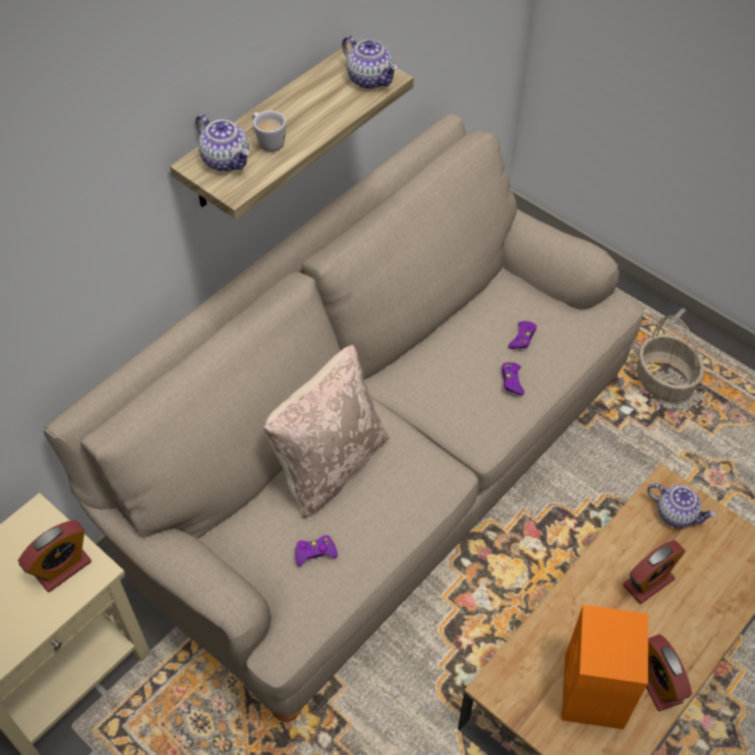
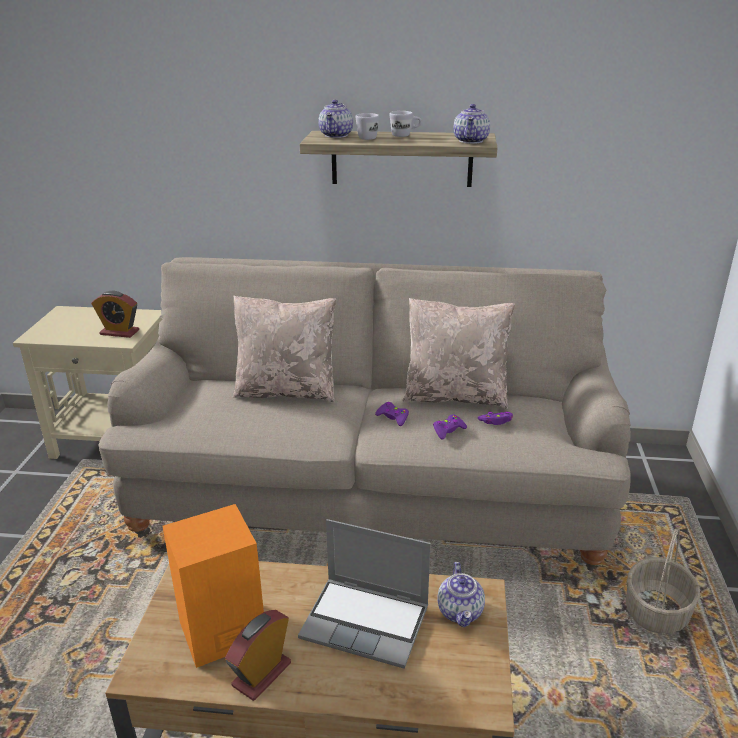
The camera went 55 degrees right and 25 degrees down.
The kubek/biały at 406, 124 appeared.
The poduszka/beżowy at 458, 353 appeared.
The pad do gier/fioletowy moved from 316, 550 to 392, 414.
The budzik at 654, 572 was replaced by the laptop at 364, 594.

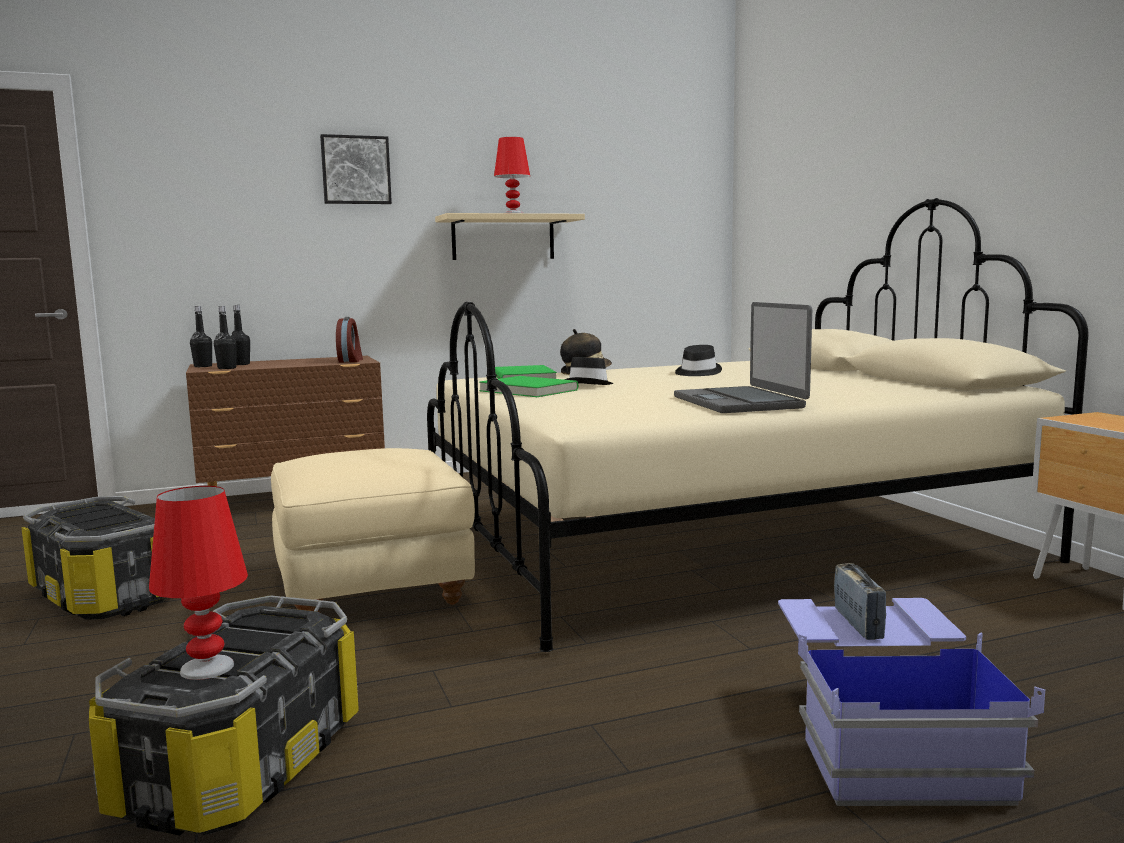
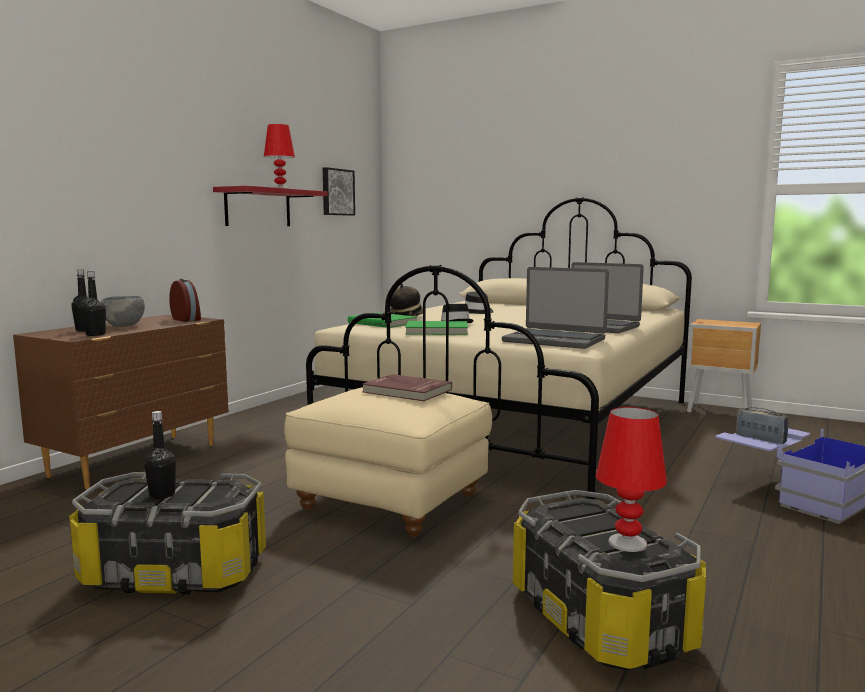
The camera went 40 degrees left and 0 degrees up.
The miska/szary at 123, 311 appeared.
The książka/czerwony at 407, 387 appeared.
The laptop at 555, 308 appeared.
The butelka/czarny moved from 201, 336 to 160, 455.
The obraz moved from 356, 169 to 339, 191.
The półka/beżowy at 510, 236 became the półka/czerwony at 270, 206.

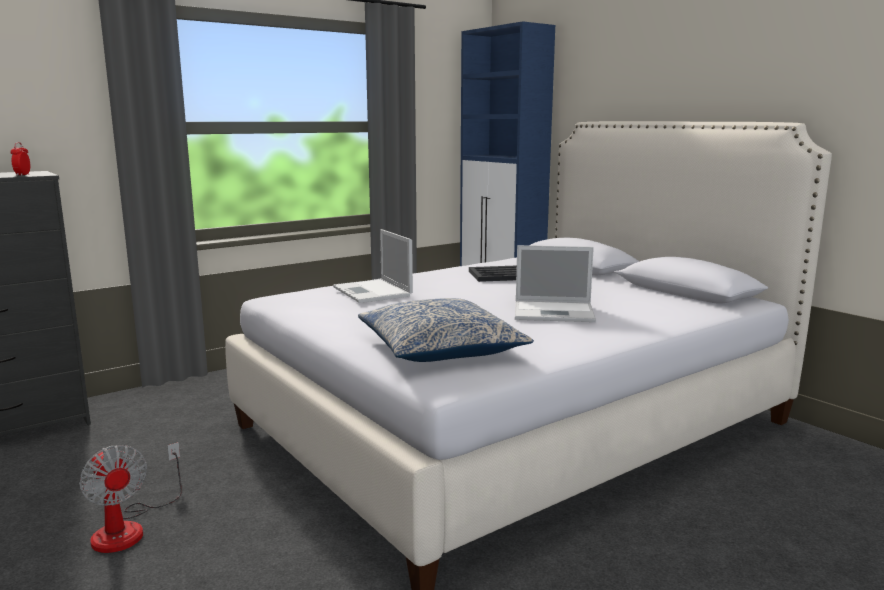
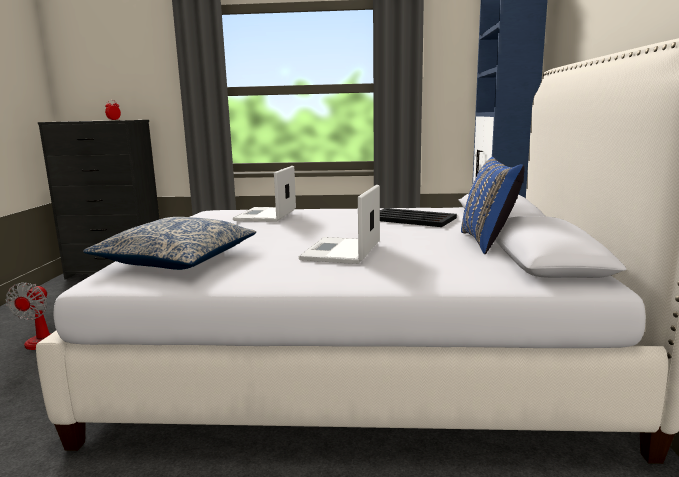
The camera went 40 degrees right and 0 degrees up.
The poduszka/niebieski at 493, 205 appeared.
The laptop at 555, 283 turned 60 degrees clockwise.

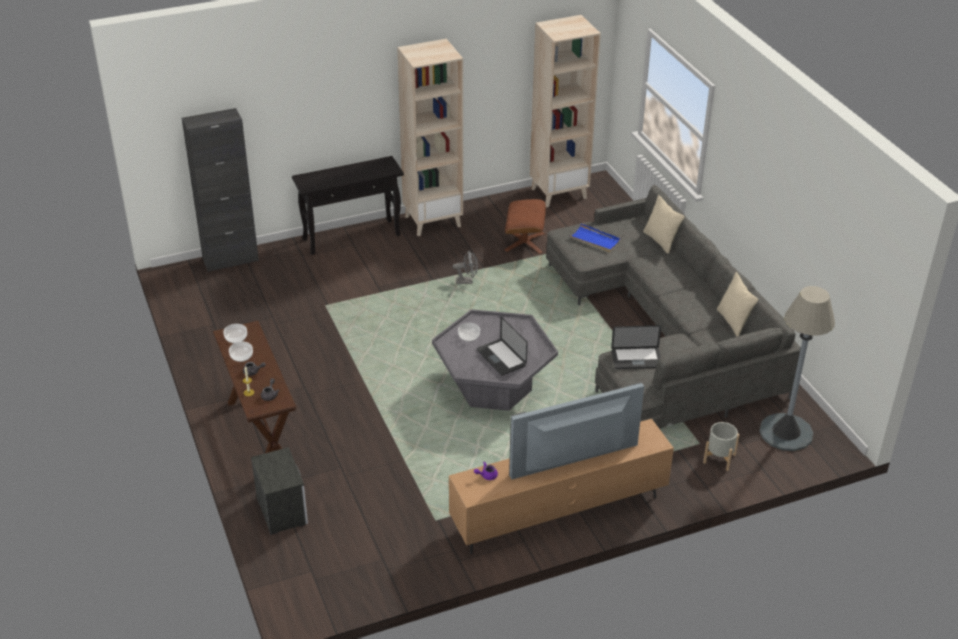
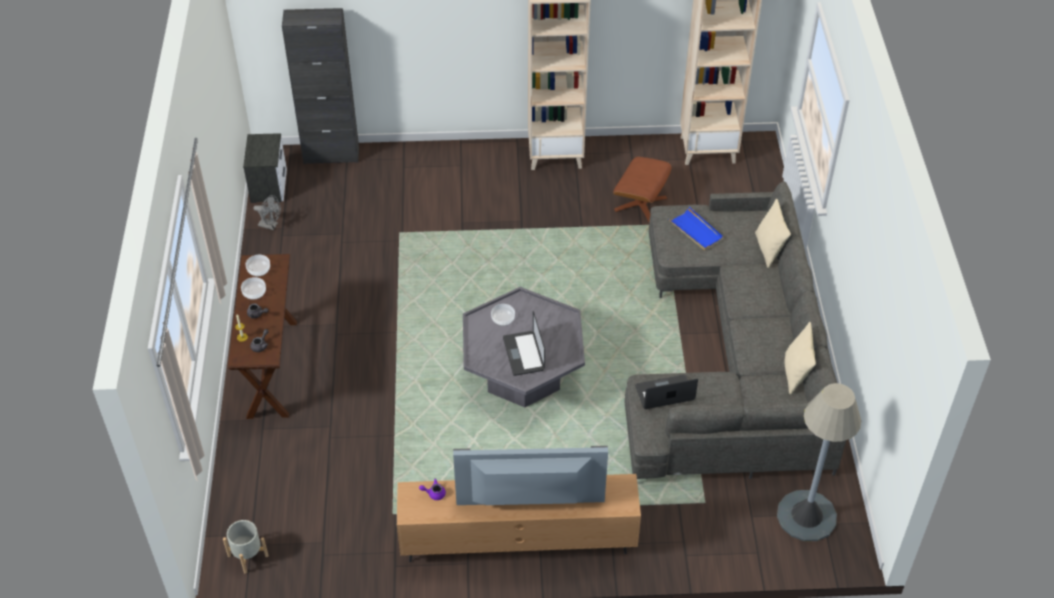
The camera went 20 degrees right and 10 degrees up.
The stolik konsolowy/czarny at 348, 205 disappeared.
The szafka nocna moved from 279, 491 to 265, 168.
The wentylator/szary moved from 465, 267 to 267, 212.
The donica/szary moved from 721, 446 to 245, 547.
The laptop at 636, 347 turned 150 degrees clockwise.

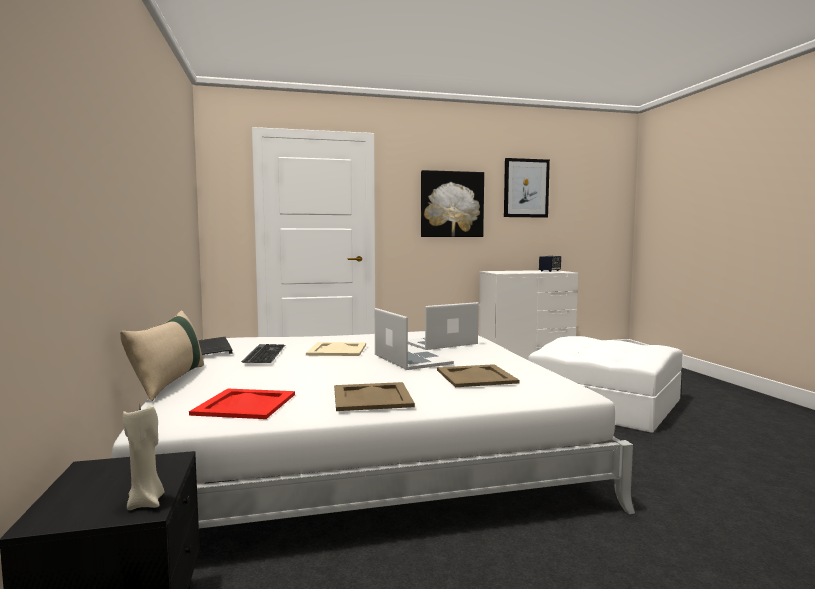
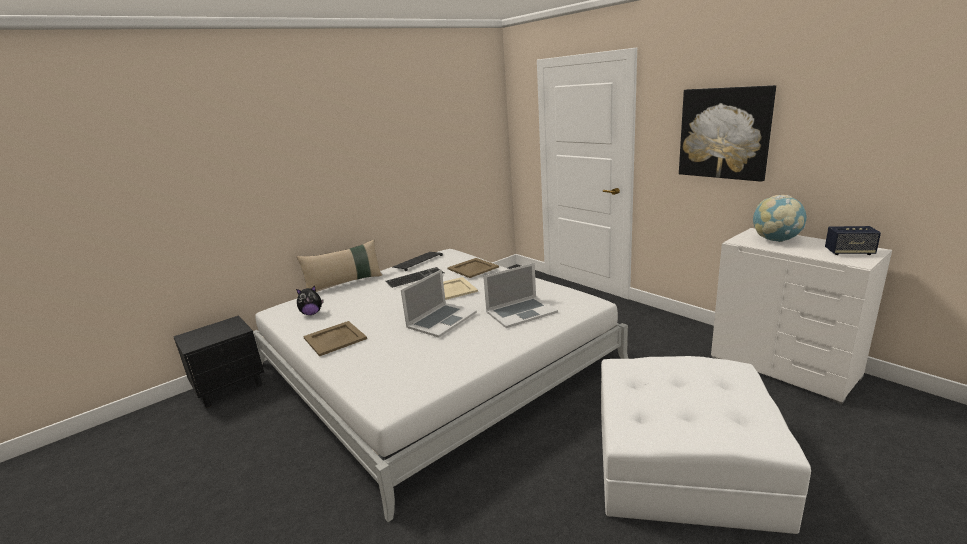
The camera went 65 degrees right and 15 degrees up.
The świeca/beżowy at 143, 457 disappeared.
The obraz at 527, 188 disappeared.
The globus at 780, 218 appeared.
The taca/beżowy moved from 478, 375 to 473, 268.
The taca/czerwony at 242, 404 was replaced by the pluszak at 310, 300.
The laptop at 443, 326 turned 120 degrees clockwise.

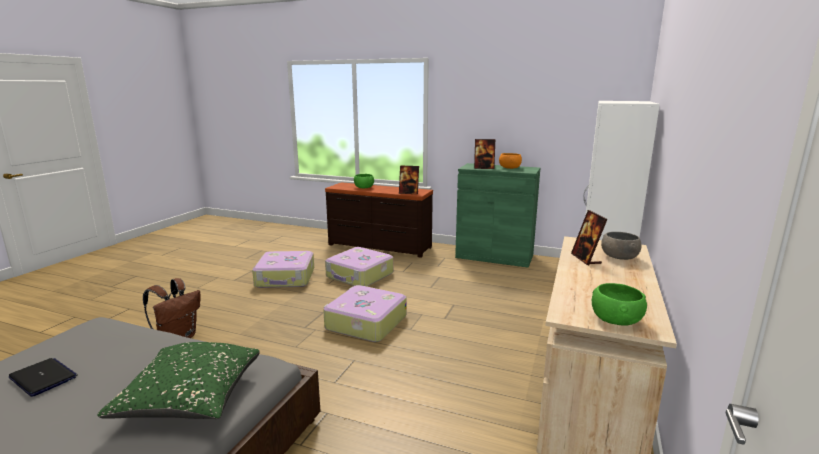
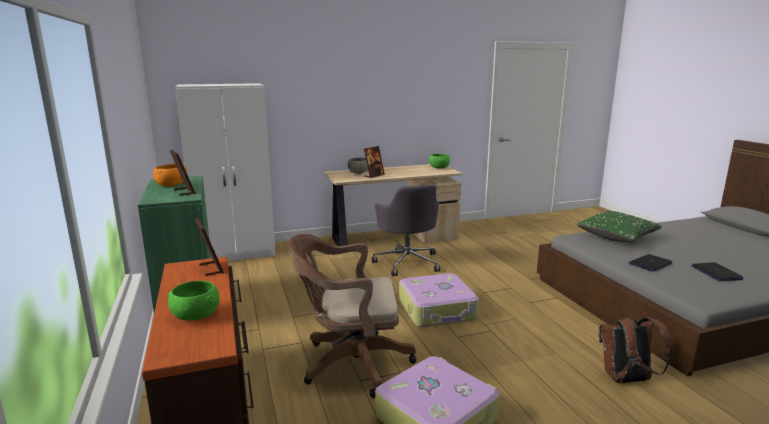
The camera went 130 degrees left and 0 degrees up.
The krzesło biurowe/szary at 405, 231 appeared.
The laptop at 650, 263 appeared.
The walizka at 359, 266 was replaced by the krzesło biurowe/brązowy at 353, 316.

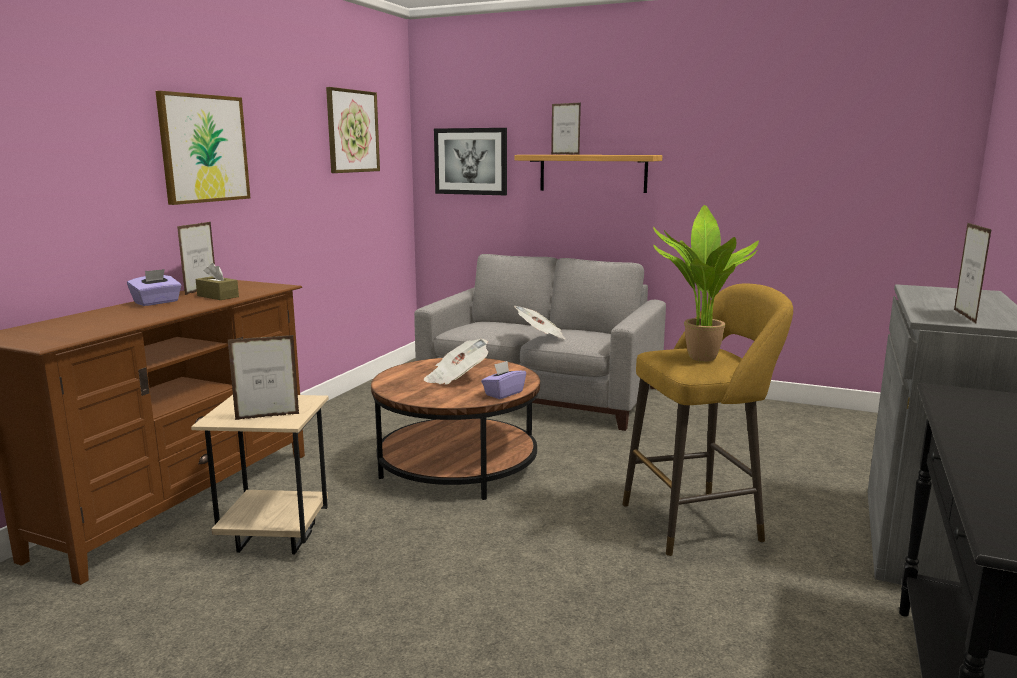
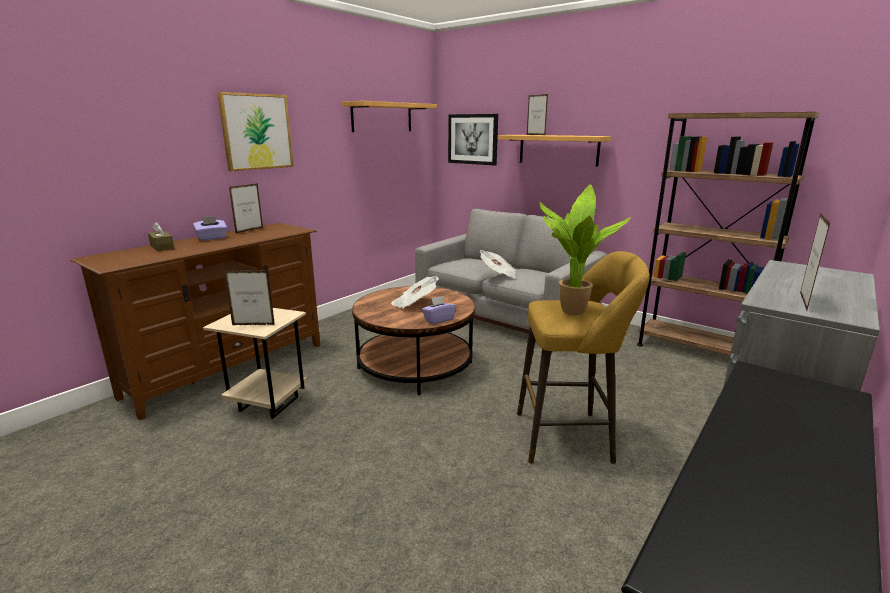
The camera went 15 degrees right and 5 degrees up.
The regał/brązowy at 728, 234 appeared.
The pudełko chusteczek/brązowy moved from 217, 281 to 161, 236.
The obraz at 353, 130 was replaced by the półka at 389, 116.

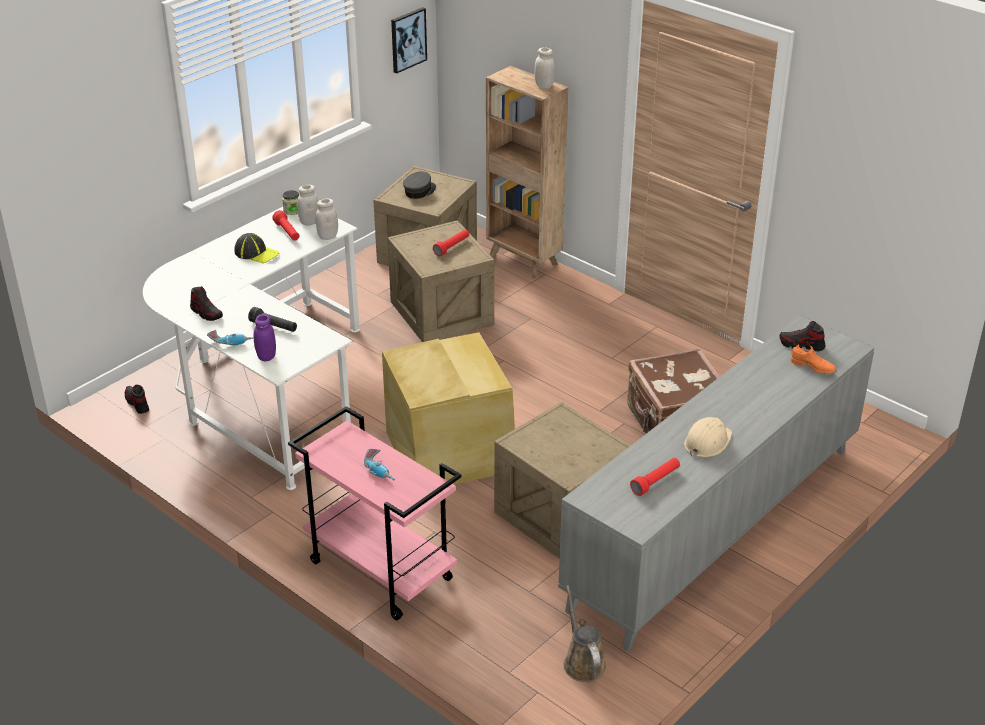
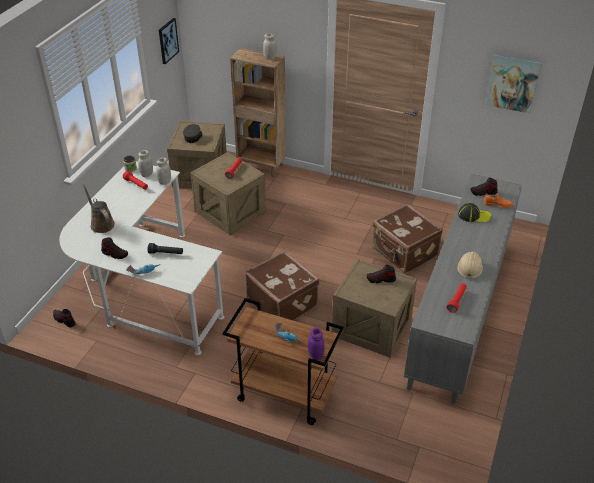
The camera went 20 degrees left and 5 degrees up.
The but at 381, 274 appeared.
The obraz at 514, 84 appeared.
The czapka z daszkiem moved from 257, 248 to 474, 212.
The słoik/fioletowy moved from 265, 337 to 316, 344.
The konewka/brązowy moved from 585, 633 to 99, 208.
The pojemnik do przechowywania/beżowy at 448, 408 was replaced by the walizka/brązowy at 282, 286.
The wózek/różowy at 374, 513 became the wózek/brązowy at 283, 361.

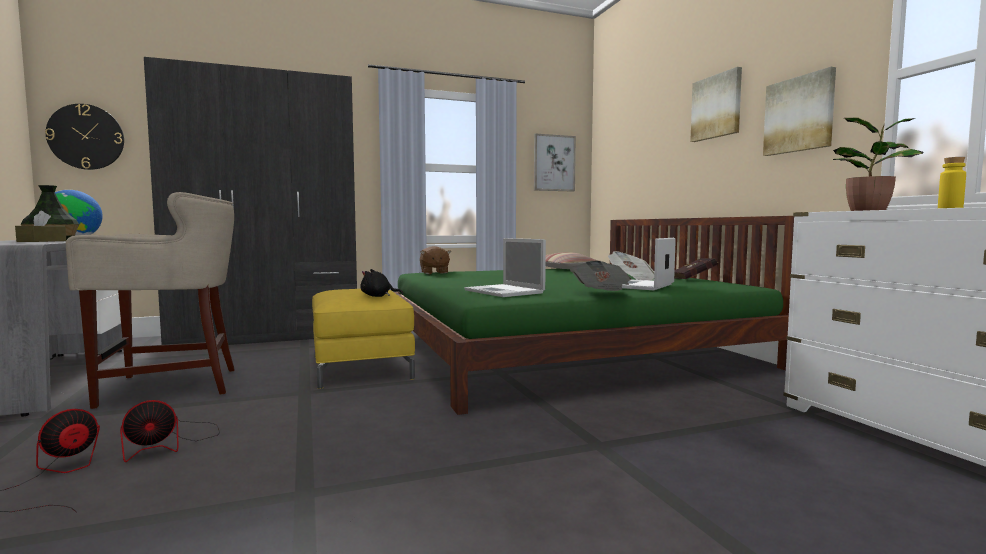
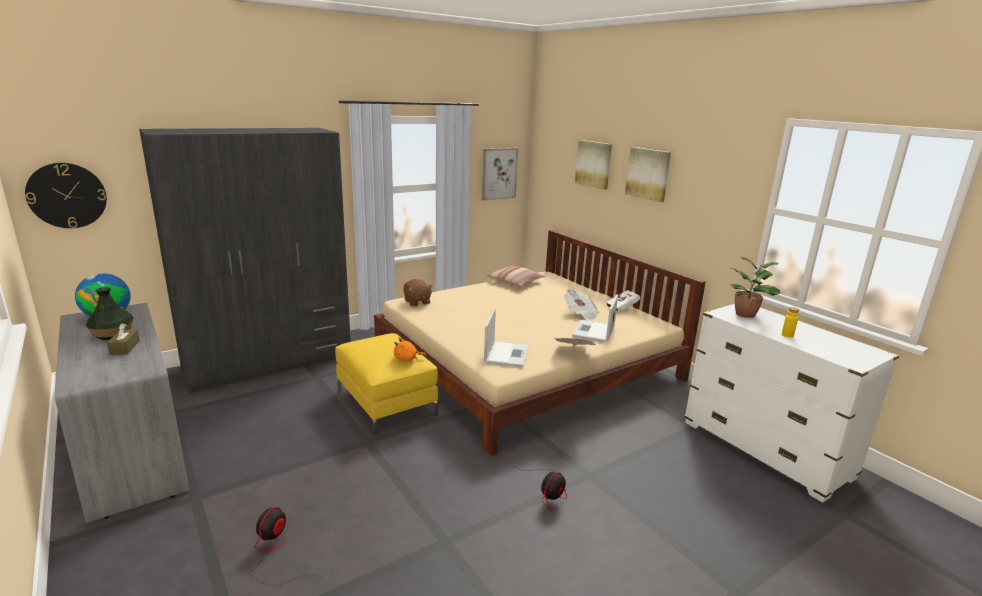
The camera went 15 degrees left and 15 degrees up.
The stołek/beżowy at 150, 300 disappeared.
The wentylator moved from 170, 431 to 540, 488.
The obraz moved from 799, 111 to 593, 165.
The pluszak/czarny at 381, 283 became the pluszak/pomarańczowy at 410, 349.
The łóżko/zielony at 594, 315 became the łóżko/beżowy at 540, 343.
The książka/czerwony at 696, 268 became the książka/biały at 623, 301.
The laptop at 505, 267 turned 120 degrees counterclockwise.

